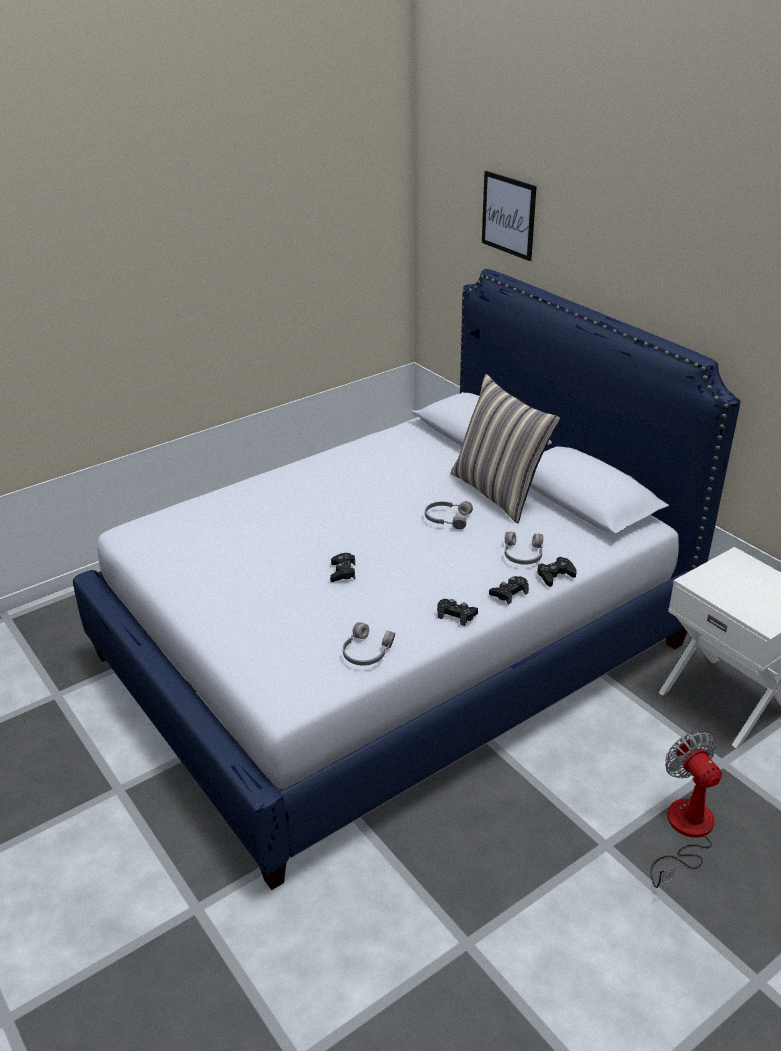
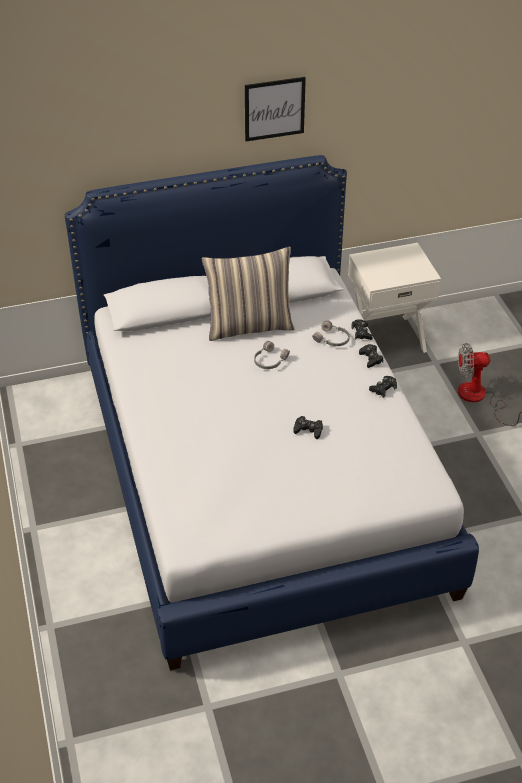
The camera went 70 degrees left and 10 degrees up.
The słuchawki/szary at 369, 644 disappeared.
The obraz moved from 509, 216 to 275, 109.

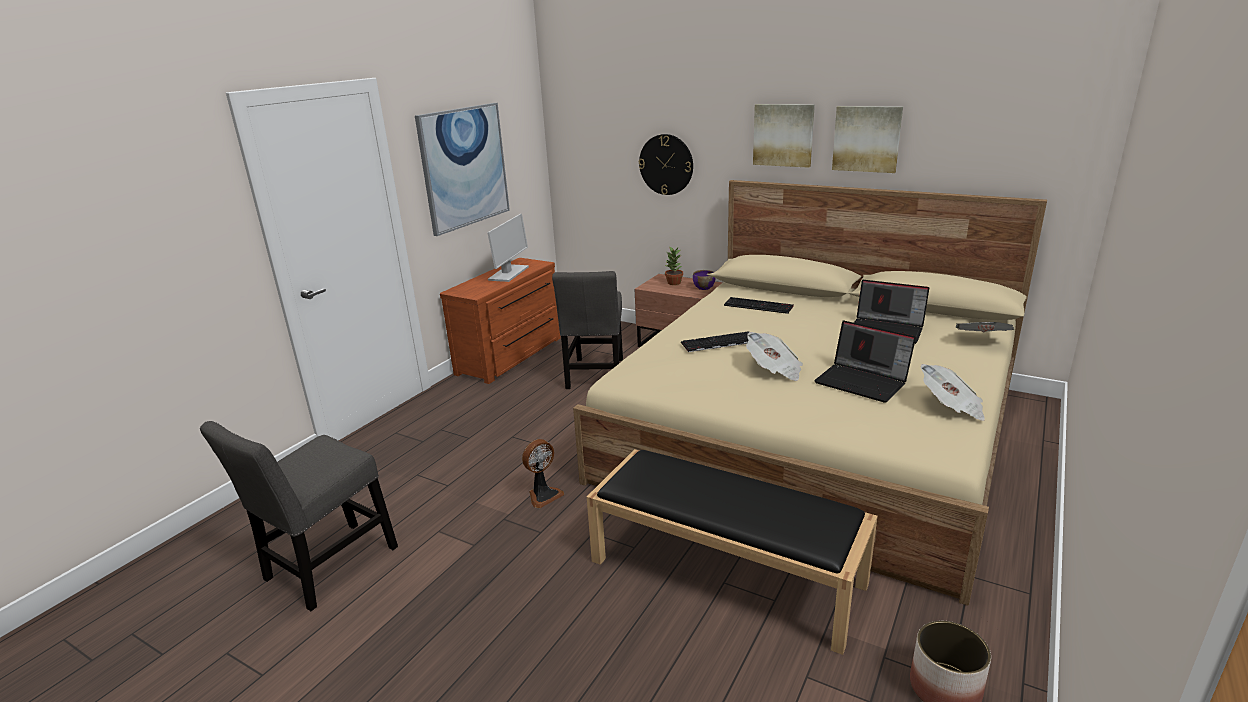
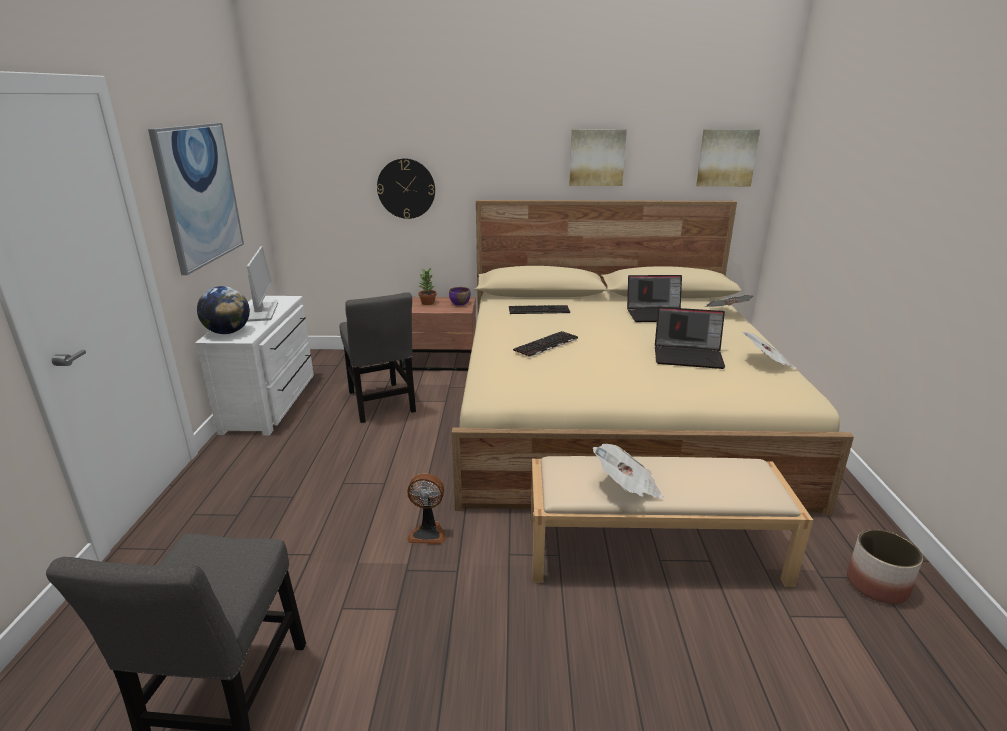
The camera went 30 degrees left and 0 degrees up.
The globus at 223, 310 appeared.
The gazeta moved from 774, 356 to 628, 471.
The obraz moved from 784, 136 to 728, 157.
The komoda/brązowy at 500, 321 became the komoda/biały at 254, 365.
The ławka/czarny at 732, 552 became the ławka/beżowy at 672, 521.
The wentylator at 543, 473 turned 75 degrees clockwise.

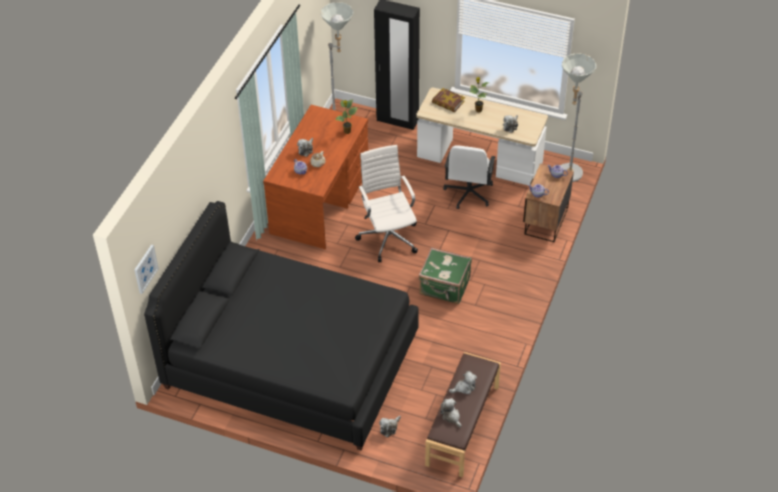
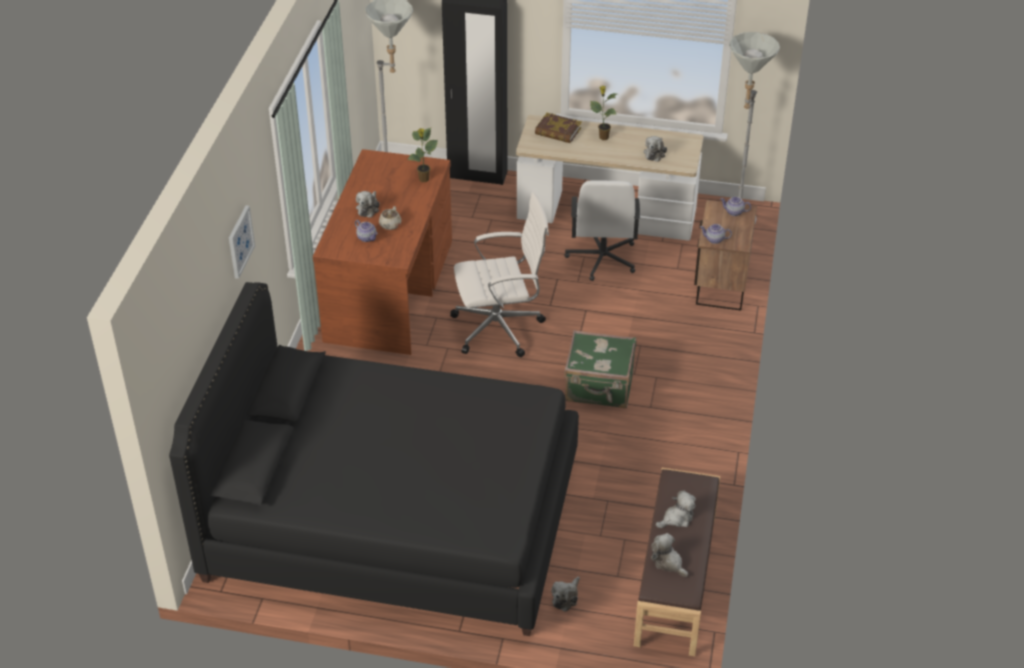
The camera went 10 degrees left and 5 degrees down.
The obraz moved from 147, 269 to 242, 242.
The krzesło biurowe/biały at 386, 203 turned 105 degrees clockwise.

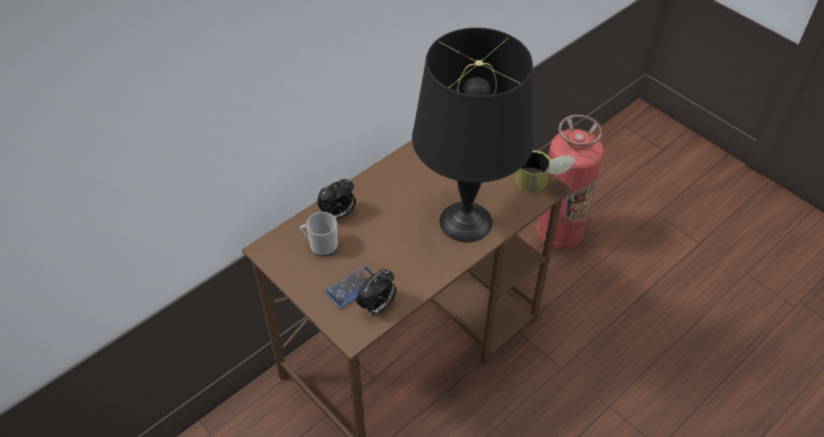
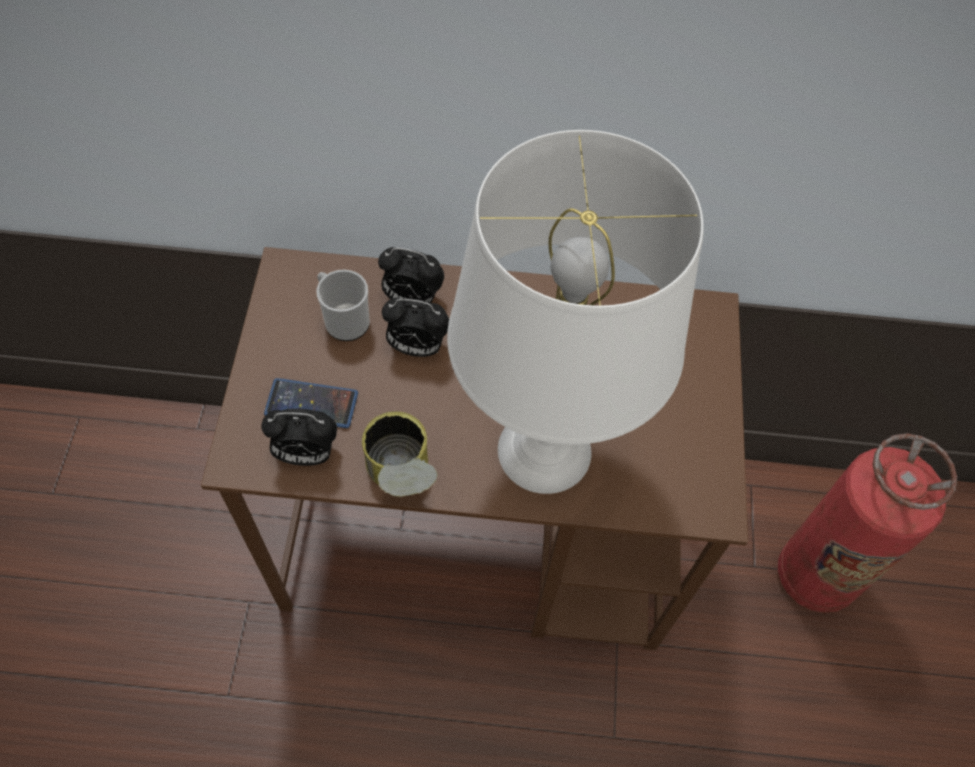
The camera went 45 degrees right and 10 degrees up.
The budzik at 415, 327 appeared.
The puszka moved from 545, 171 to 400, 454.
The lampa stołowa/czarny at 473, 135 became the lampa stołowa/biały at 575, 312.

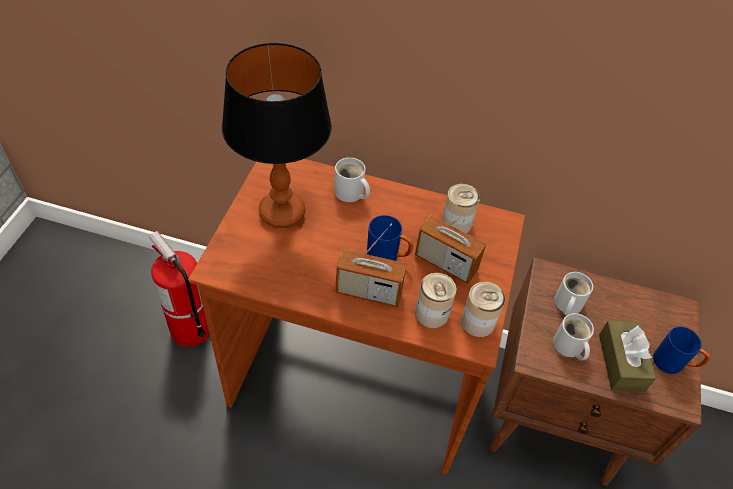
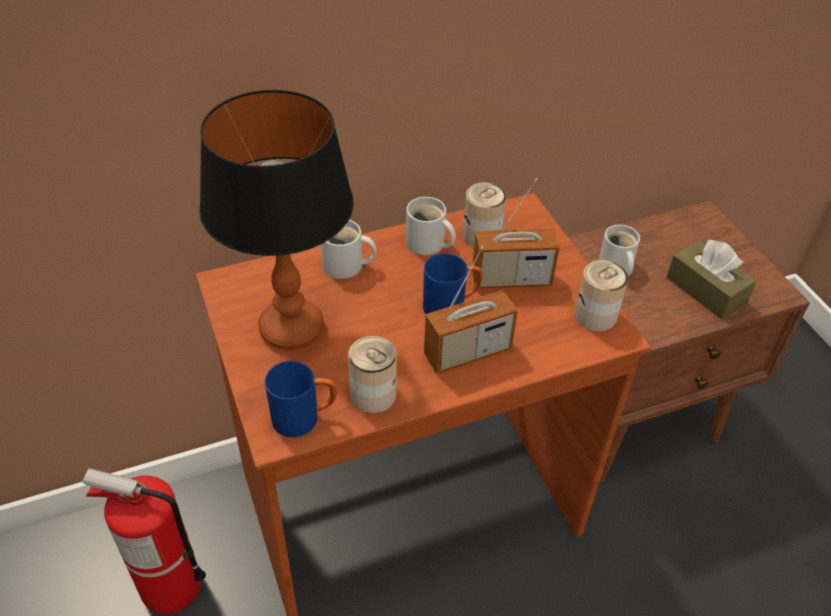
The camera went 35 degrees left and 5 degrees down.
The puszka moved from 435, 300 to 372, 374.
The kubek/biały moved from 573, 337 to 431, 226.
The kubek/niebieski moved from 681, 350 to 301, 399.

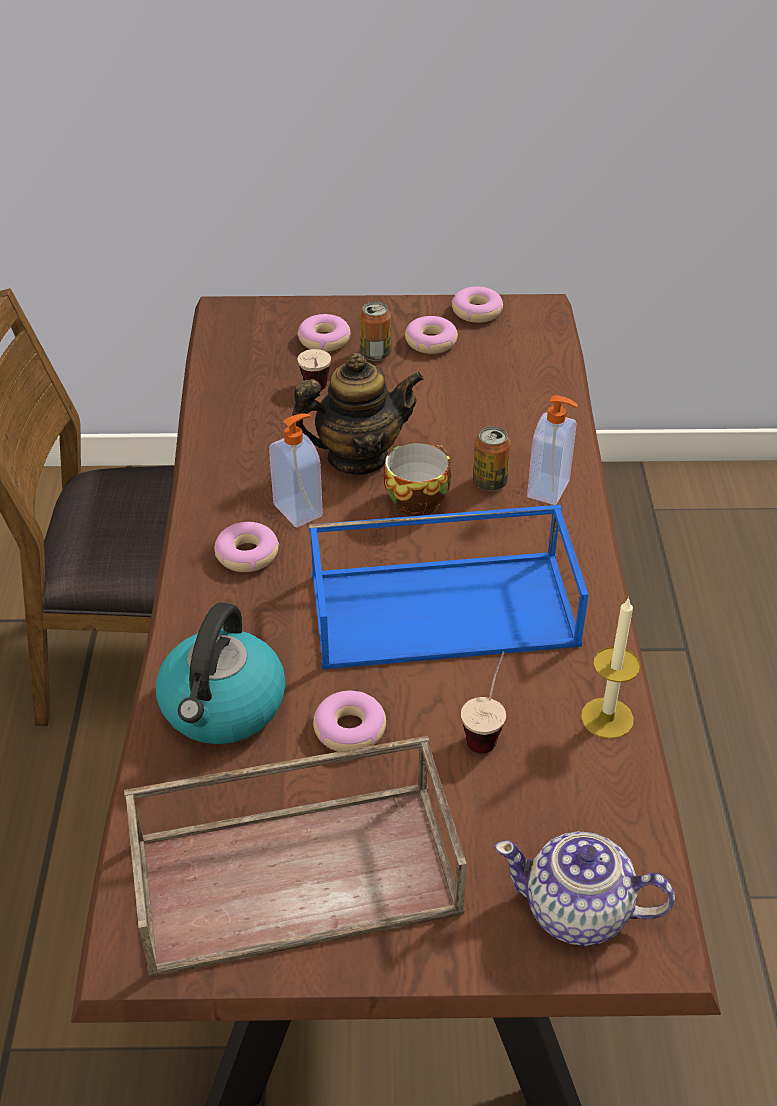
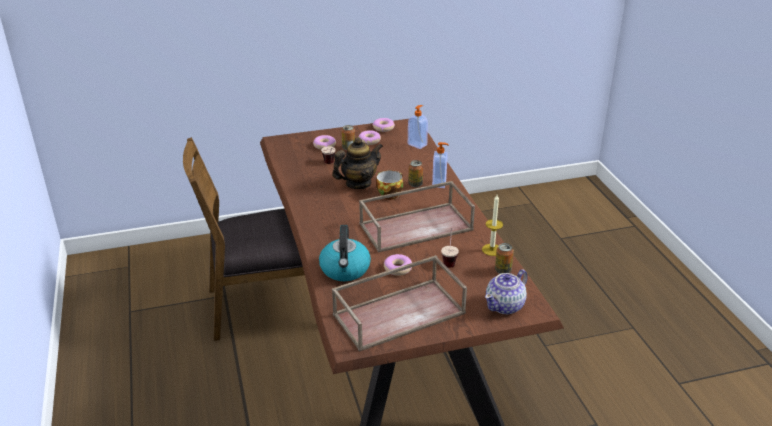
The camera went 15 degrees left and 10 degrees down.
The donut at 246, 547 disappeared.
The puszka at 504, 258 appeared.
The dozownik mydła moved from 296, 470 to 418, 127.
The taca/niebieski at 448, 587 became the taca/brązowy at 417, 217.
The imbryk at 585, 888 turned 45 degrees counterclockwise.

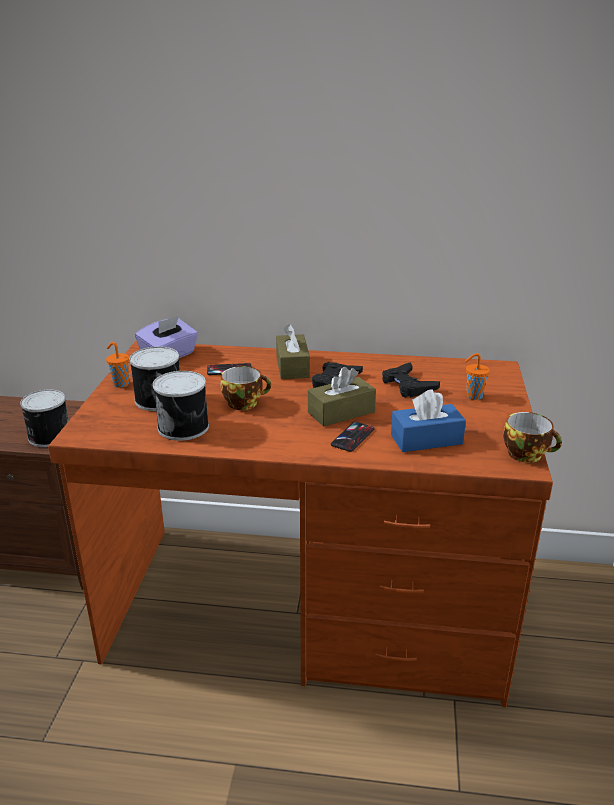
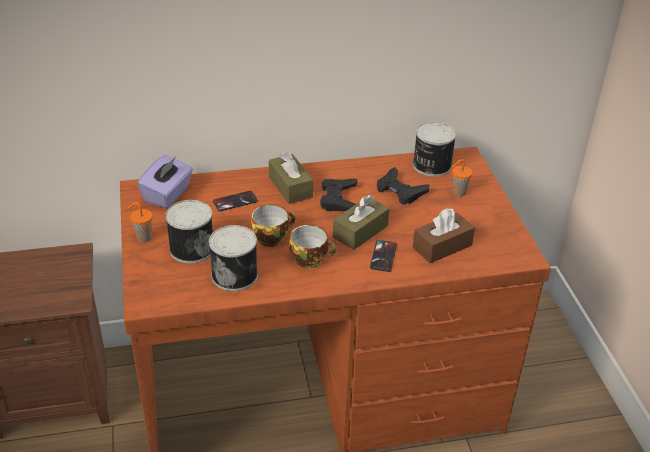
The camera went 20 degrees left and 10 degrees up.
The puszka moved from 44, 418 to 434, 149.
The filiżanka moved from 532, 437 to 312, 246.
The pudełko chusteczek/niebieski at 428, 420 became the pudełko chusteczek/brązowy at 444, 235.

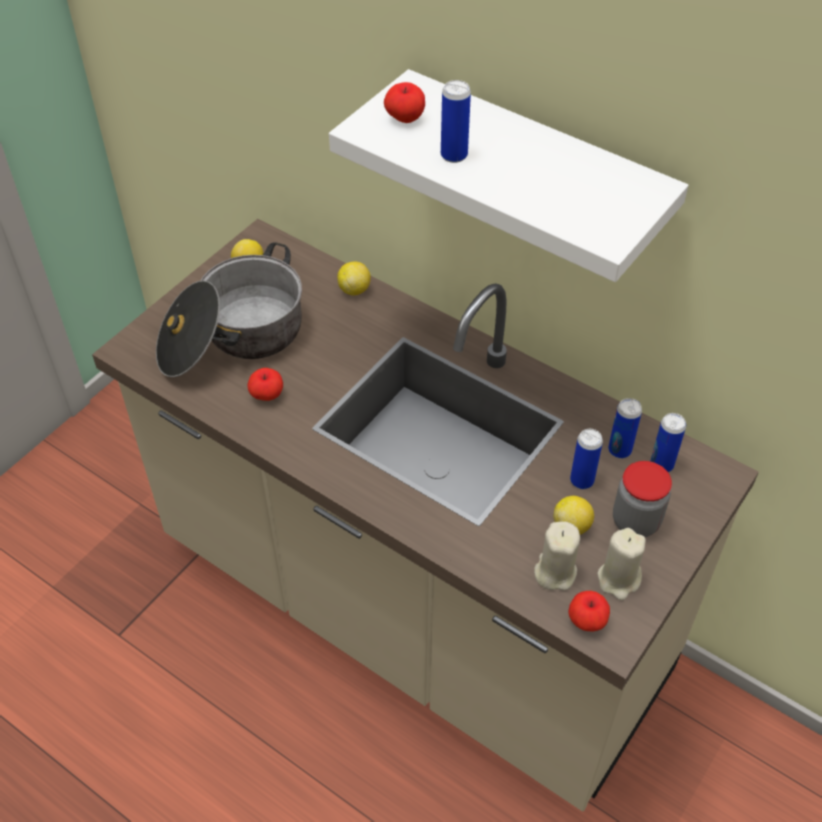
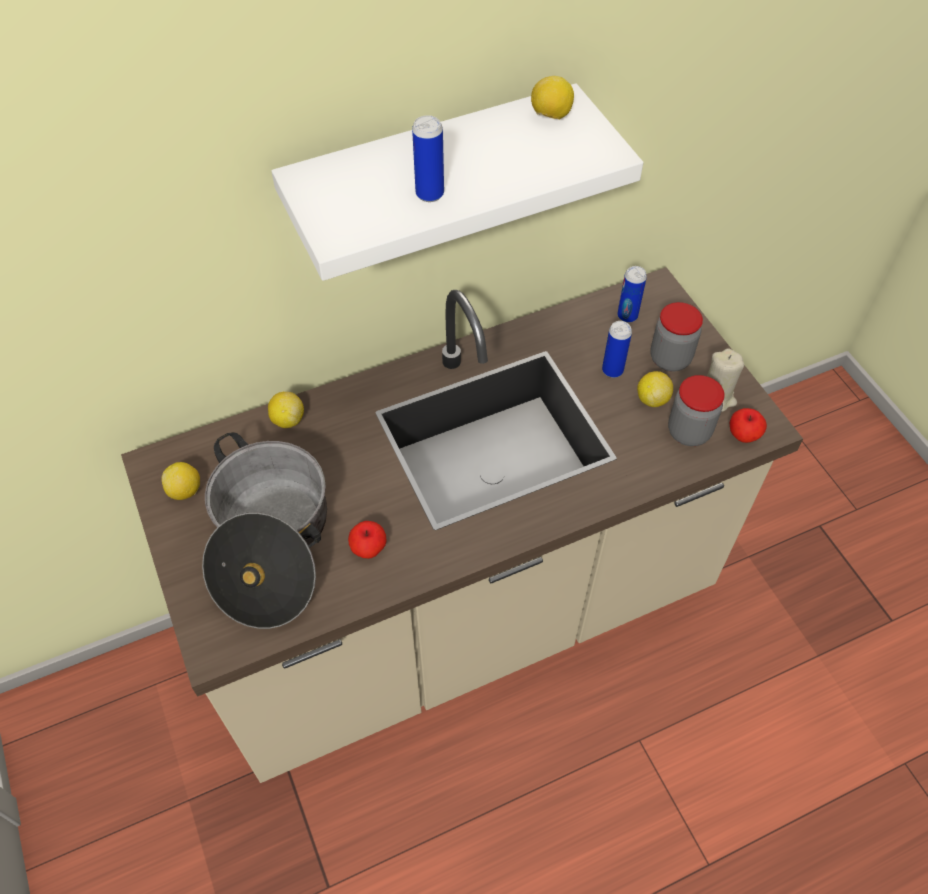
The camera went 60 degrees left and 5 degrees up.
The jabłko at 404, 102 disappeared.
The puszka at 625, 428 disappeared.
The cytryna at 552, 97 appeared.
The świeca/beżowy at 557, 556 was replaced by the słoik at 696, 410.

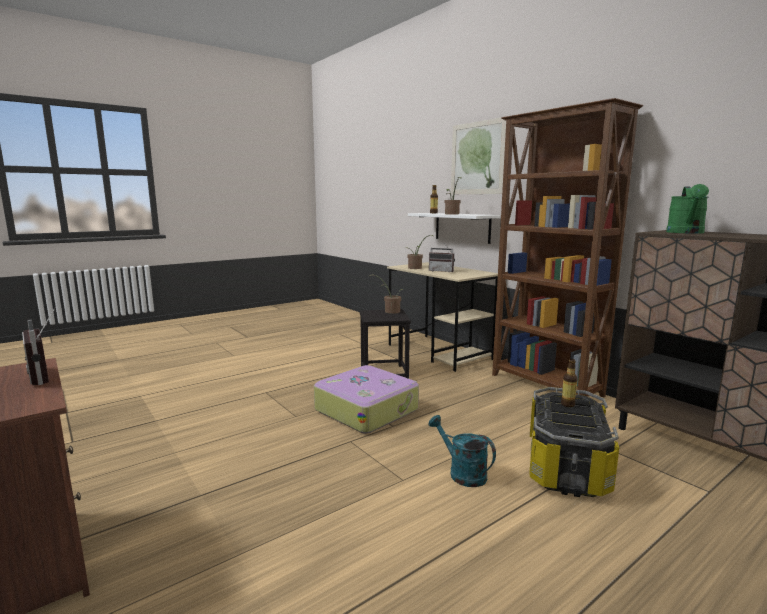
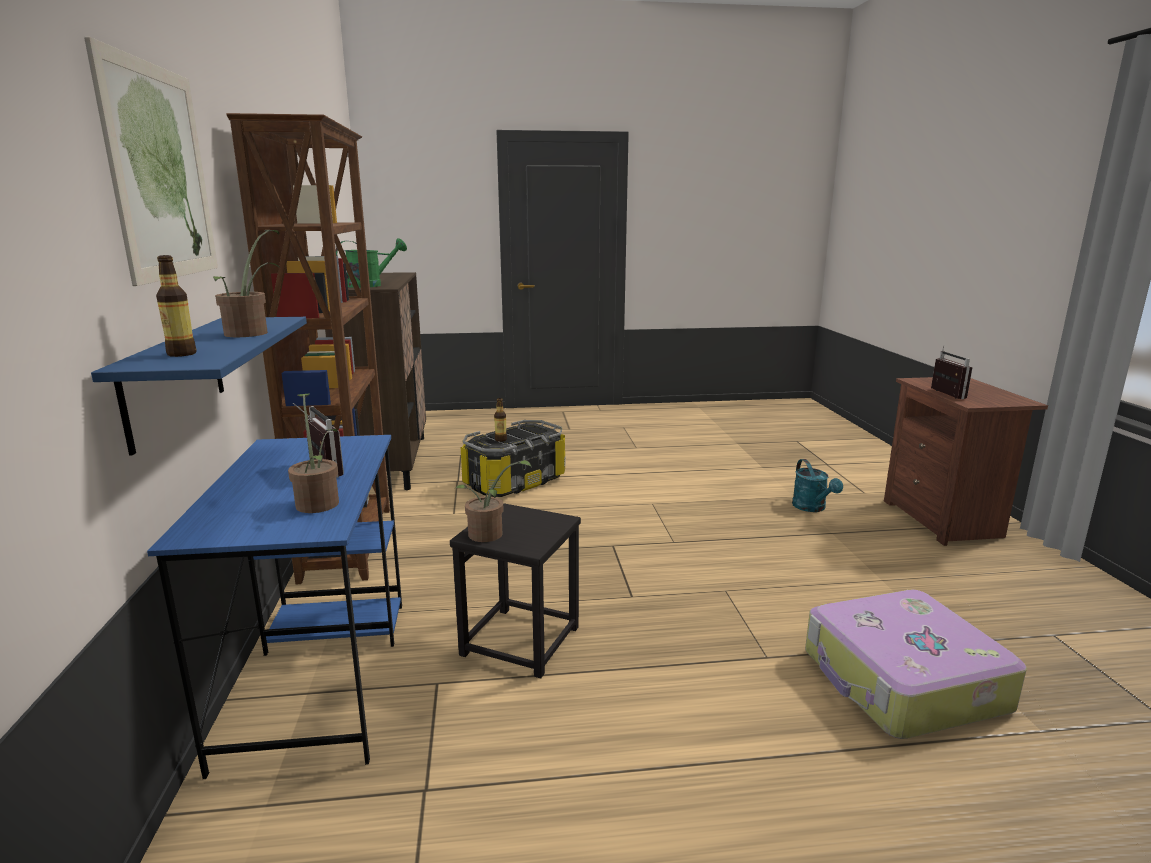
The camera went 150 degrees left and 5 degrees up.
The walizka moved from 366, 399 to 916, 664.
The konewka/turkusowy moved from 462, 451 to 817, 485.
The biurko/beżowy at 442, 317 became the biurko/niebieski at 274, 607.
The półka/biały at 454, 228 became the półka/niebieski at 199, 386.

